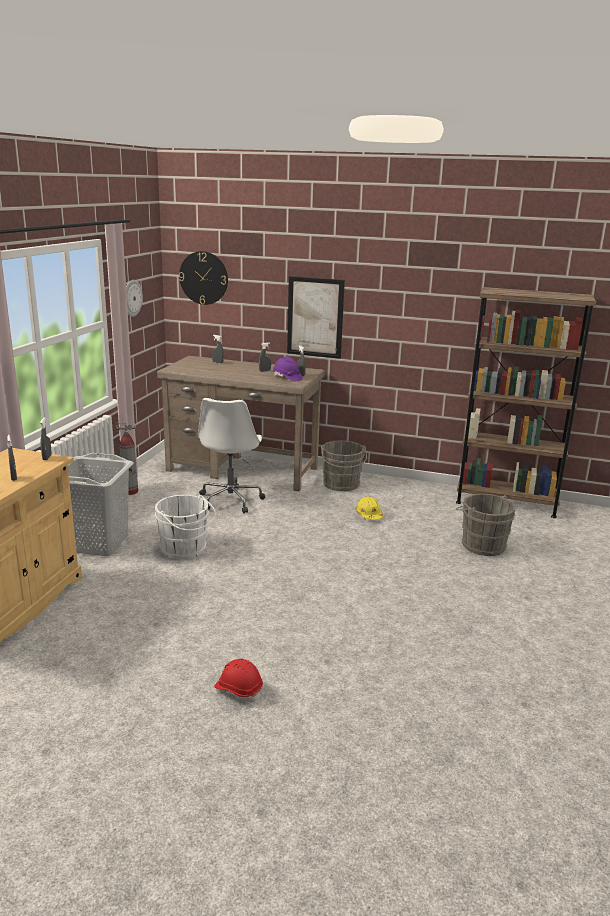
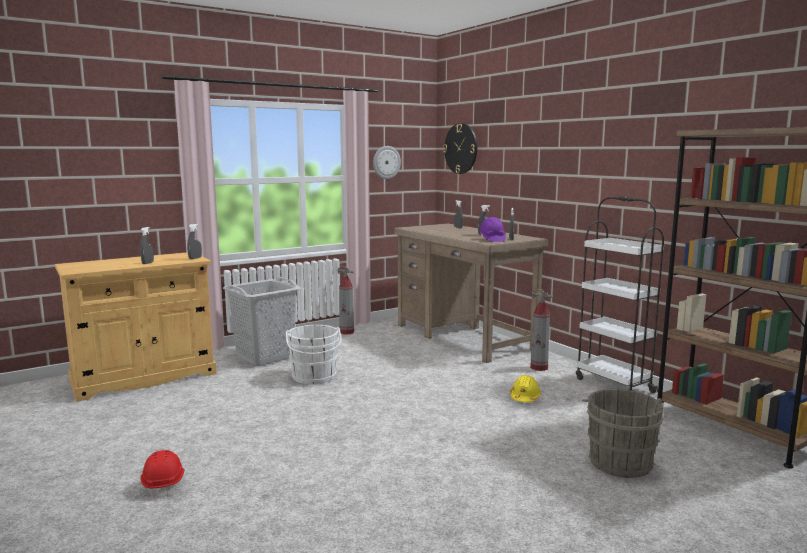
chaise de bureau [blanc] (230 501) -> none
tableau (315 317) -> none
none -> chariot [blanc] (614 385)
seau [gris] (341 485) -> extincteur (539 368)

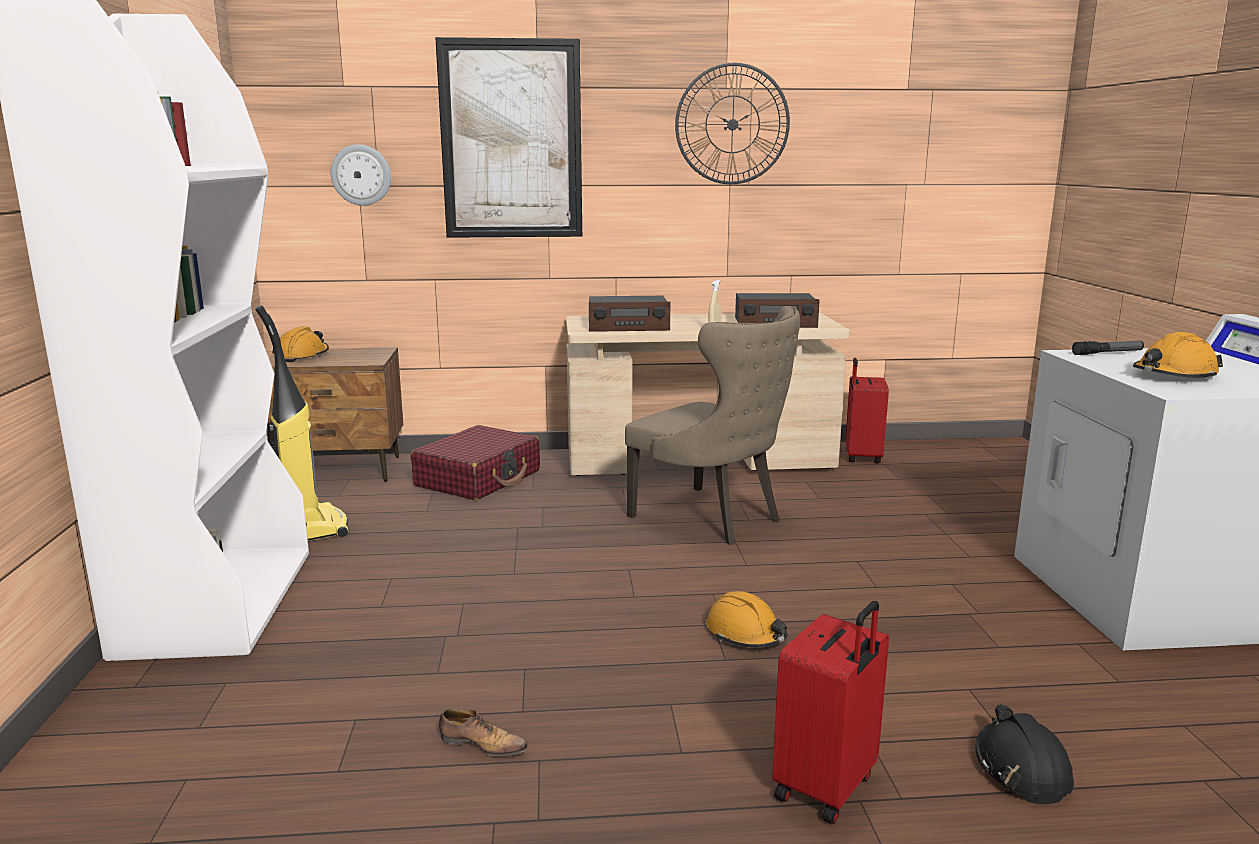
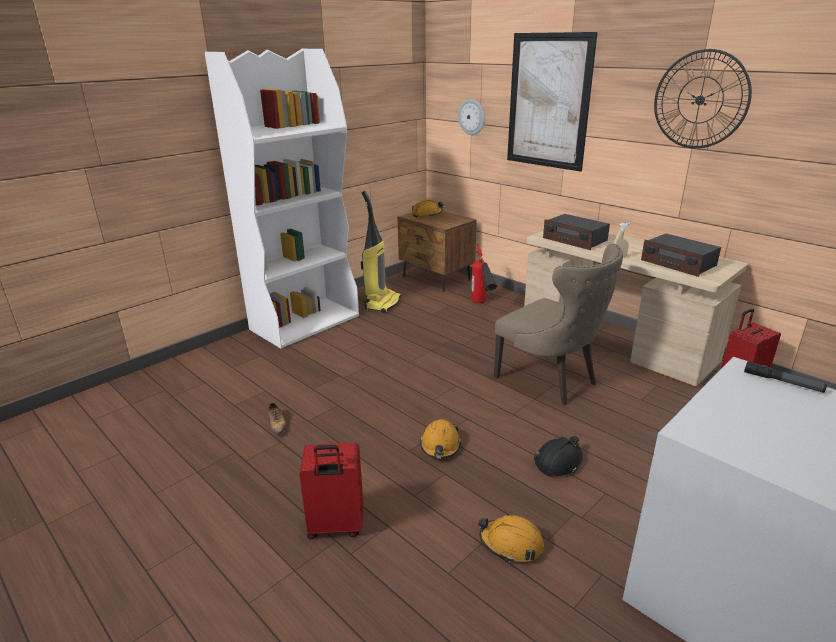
casque de chantier [noir] (1021 769) -> casque de chantier [noir] (558 462), moved
casque de chantier [orange] (1174 375) -> casque de chantier [orange] (511 544), moved
valise [rouge] (478 478) -> extincteur (482 306)
chaise [beige] (712 518) -> chaise [beige] (550 380), 45 degrees counterclockwise

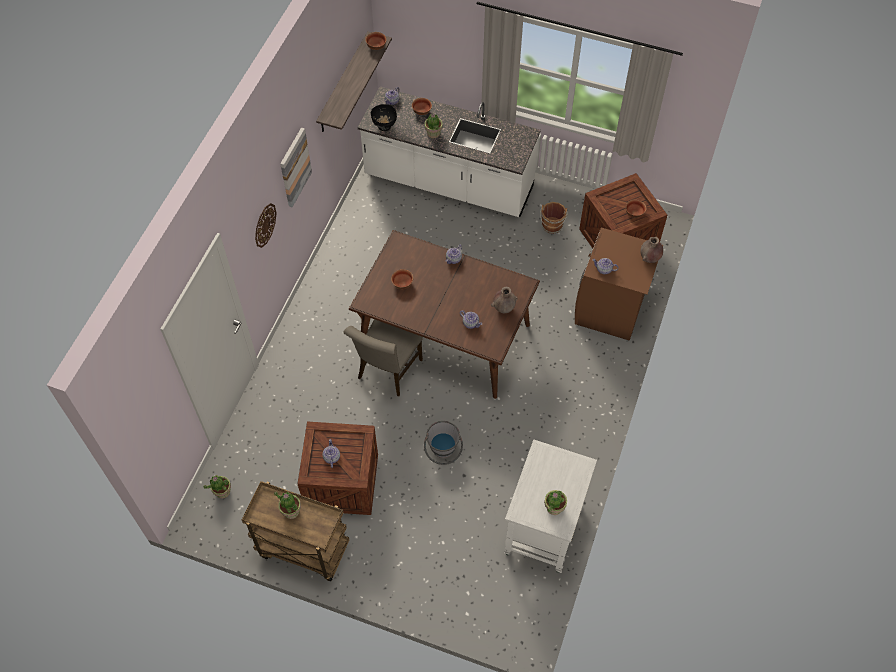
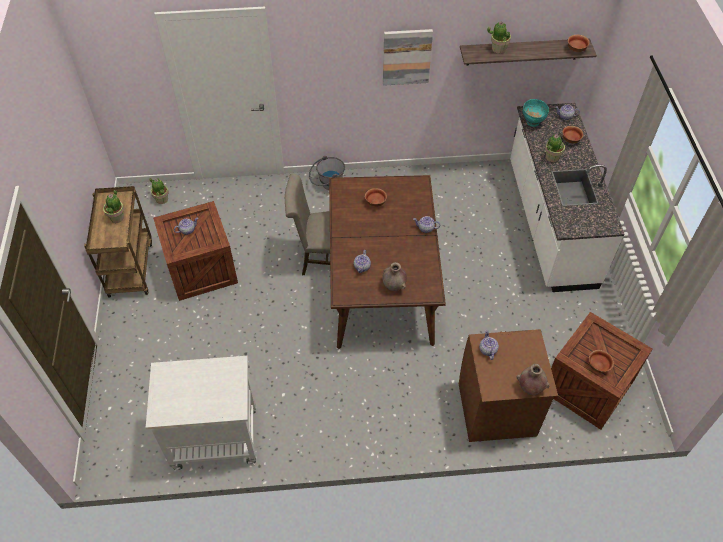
horloge murale (265 225) -> none
seau [marron] (552 226) -> none
seau [gris] (443 452) -> seau [gris] (327 185), moved
plante en pot (554 507) -> plante en pot (498 49), moved
bol [noir] (384 126) -> bol [turquoise] (532 122)

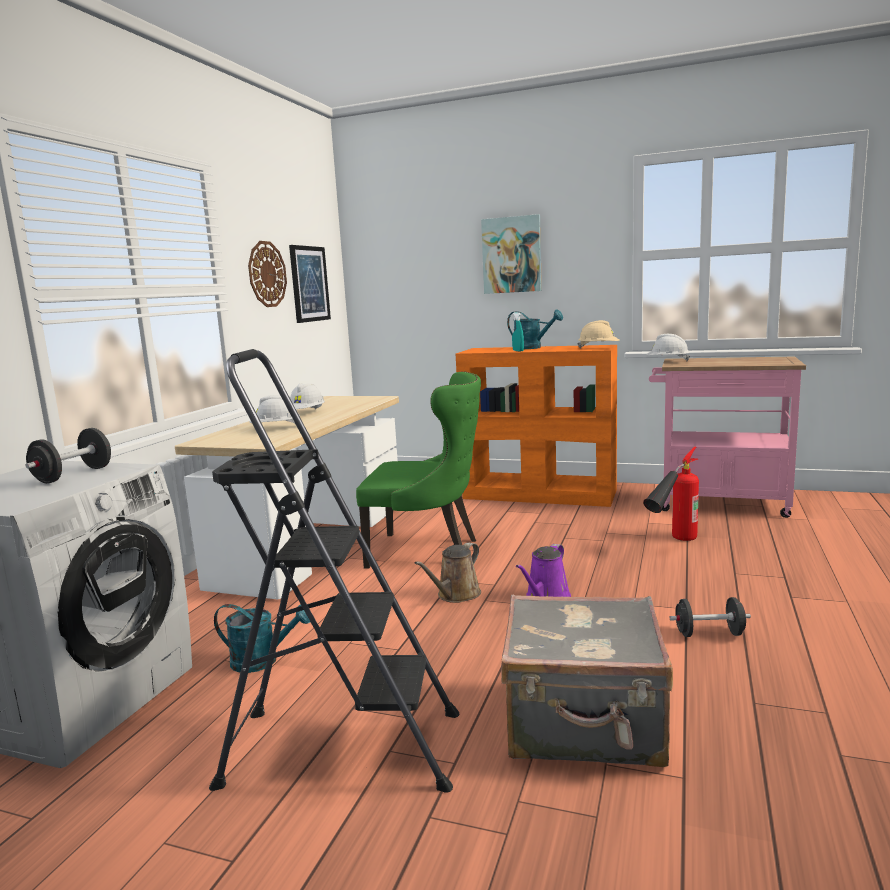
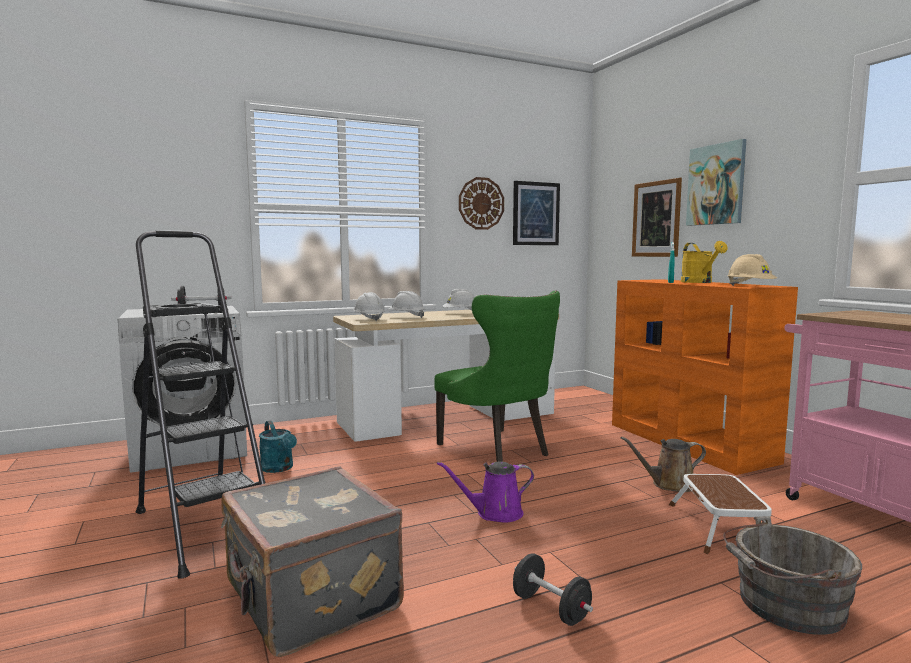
none -> tableau (656 219)
none -> seau [gris] (785 605)
arrosoir [marron] (456 595) -> arrosoir [marron] (669 485), moved
casque de chantier [blanc] (667 362) -> casque de chantier [blanc] (369 319), moved
extincteur (672 543) -> escabeau [marron] (721 528)
arrosoir [turquoise] (532 348) -> arrosoir [jaune] (699 282)

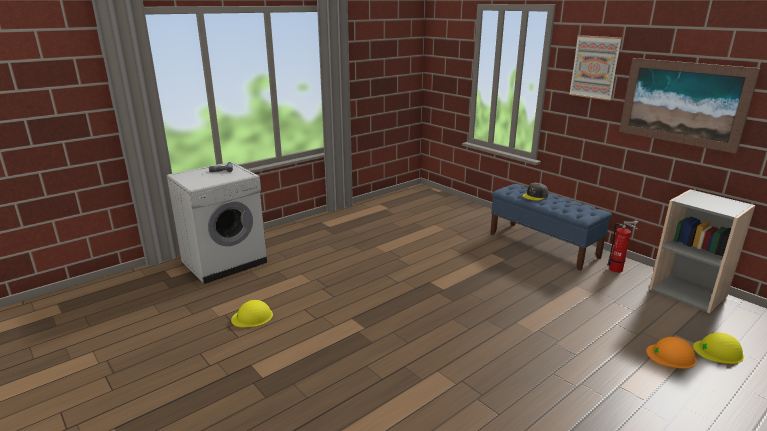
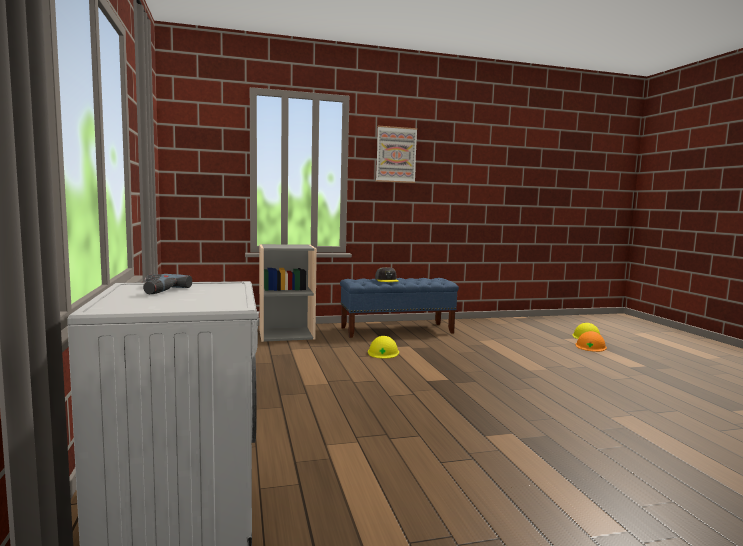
extincteur (617 270) -> none
tableau (682 103) -> none
casque de chantier [jaune] (252 317) -> casque de chantier [jaune] (383 352), moved
bibliothèque [gris] (688 292) -> bibliothèque [gris] (287 334), moved

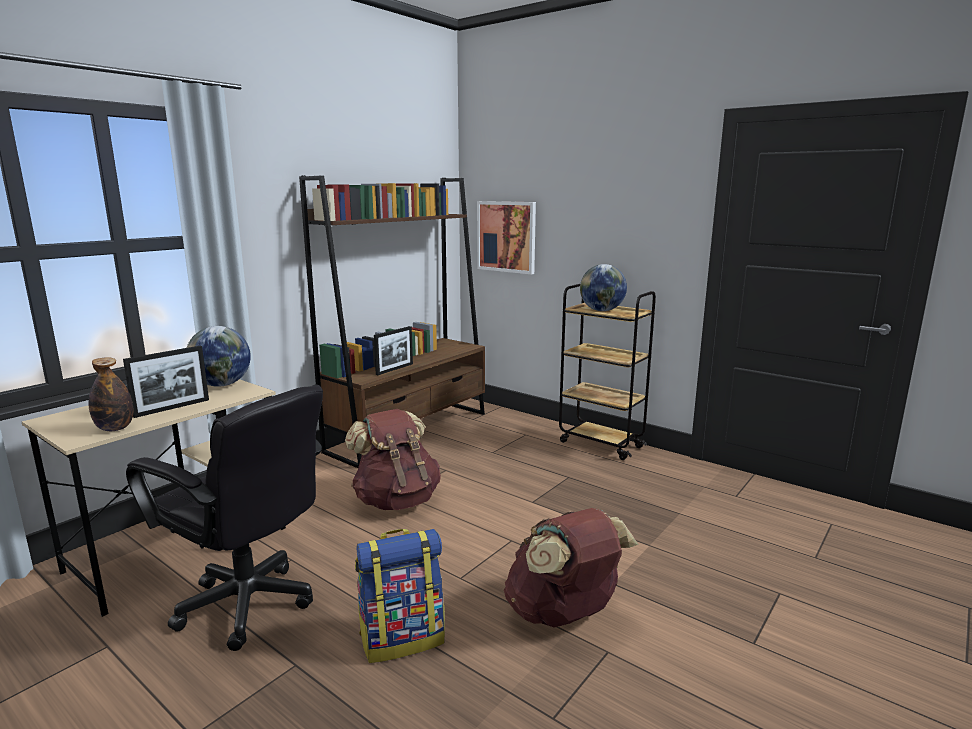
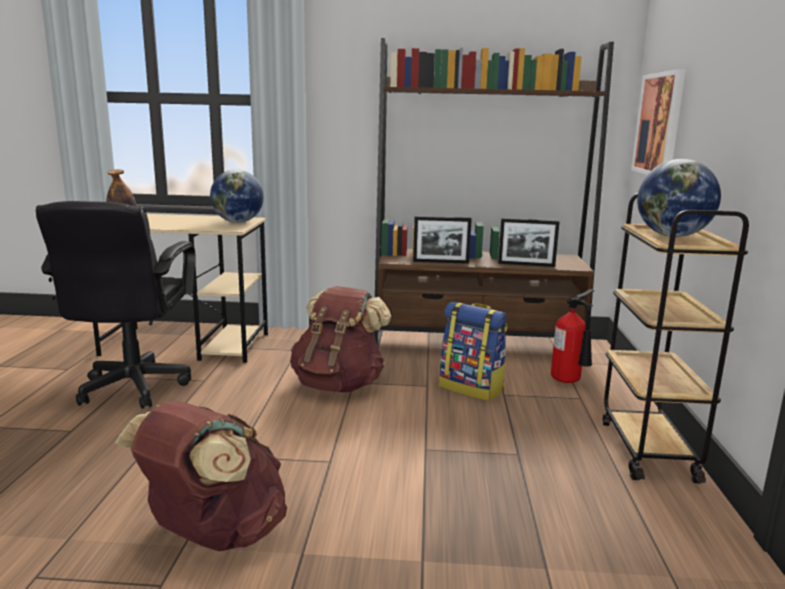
none -> extincteur (569 381)
cadre photo (172 408) -> cadre photo (526 265), moved
sac à dos (402 638) -> sac à dos (472 388), moved

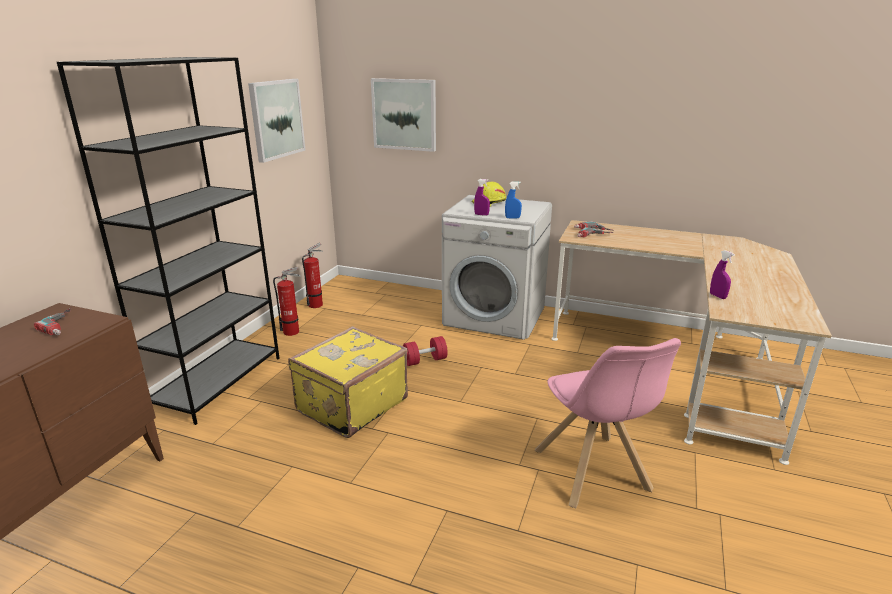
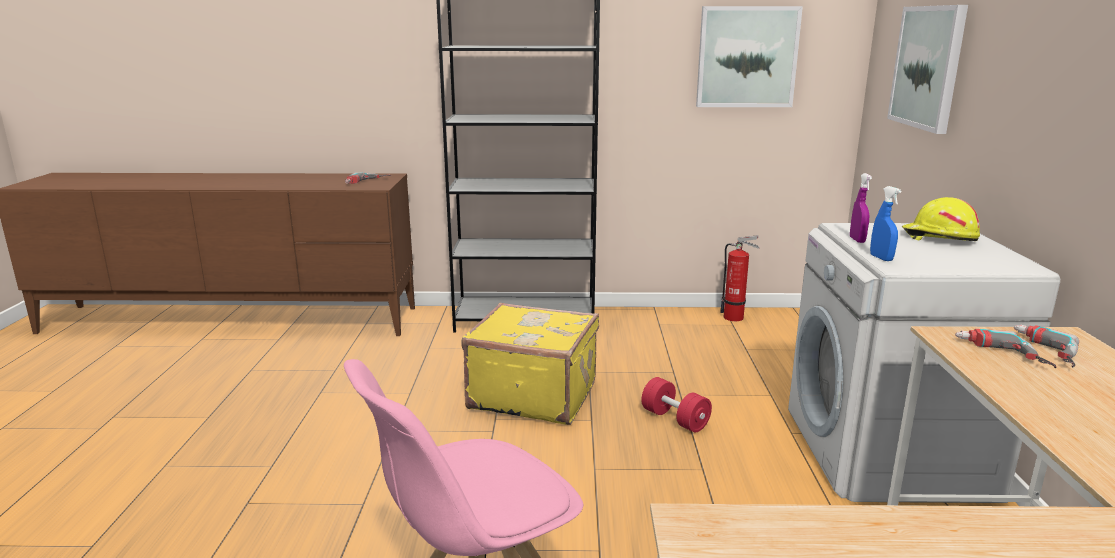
extincteur (293 331) -> none
vaporisateur [violet] (717 296) -> none

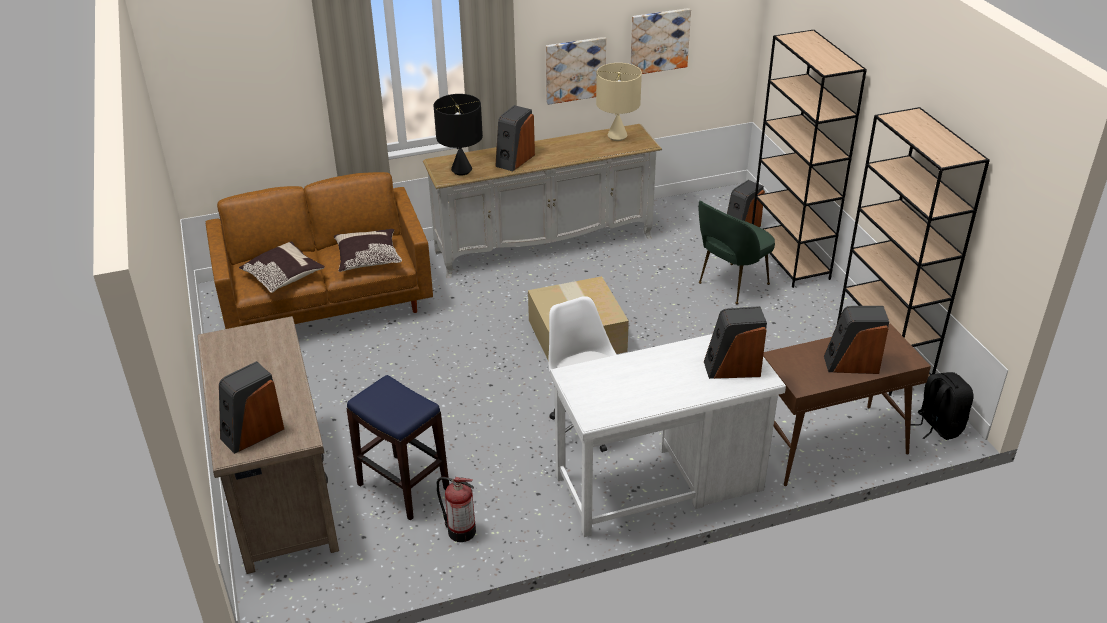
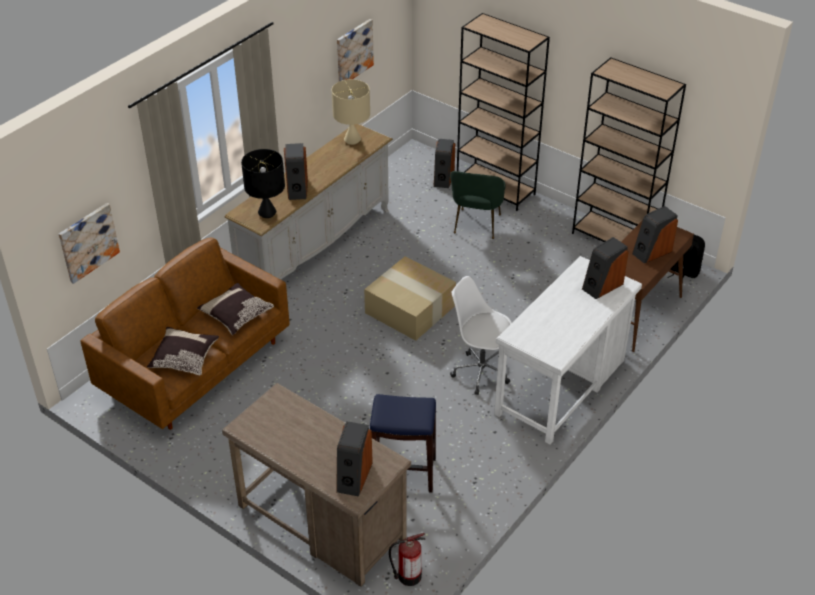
extincteur (460 530) -> extincteur (408 576), moved
tableau (575 70) -> tableau (88 242), moved

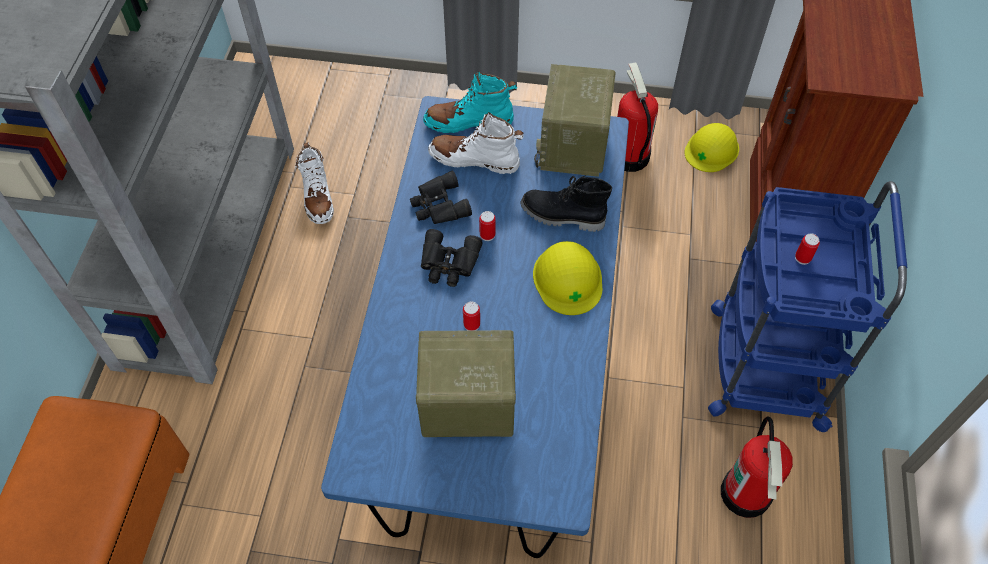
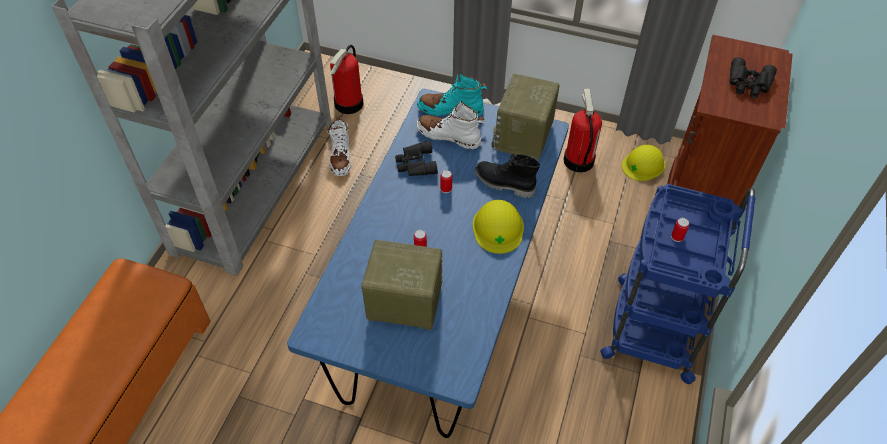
jumelles [noir] (449 263) -> jumelles [noir] (749 84), moved
extincteur (746 494) -> extincteur (349 104), moved

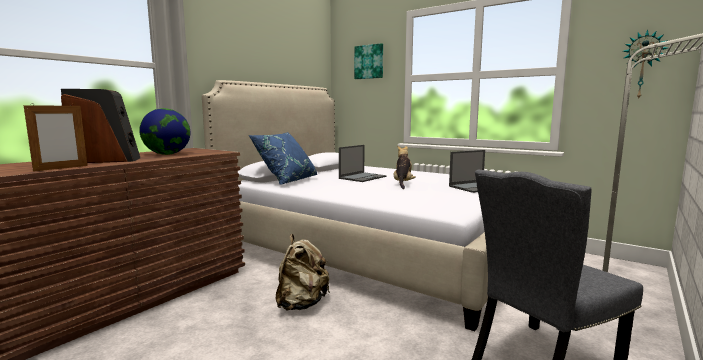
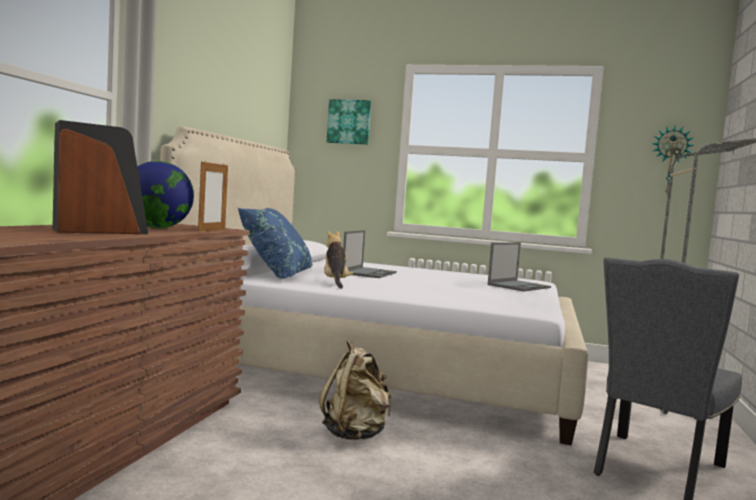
cadre photo (61 168) -> cadre photo (211 230), moved
peluche (403 184) -> peluche (335 282), moved

